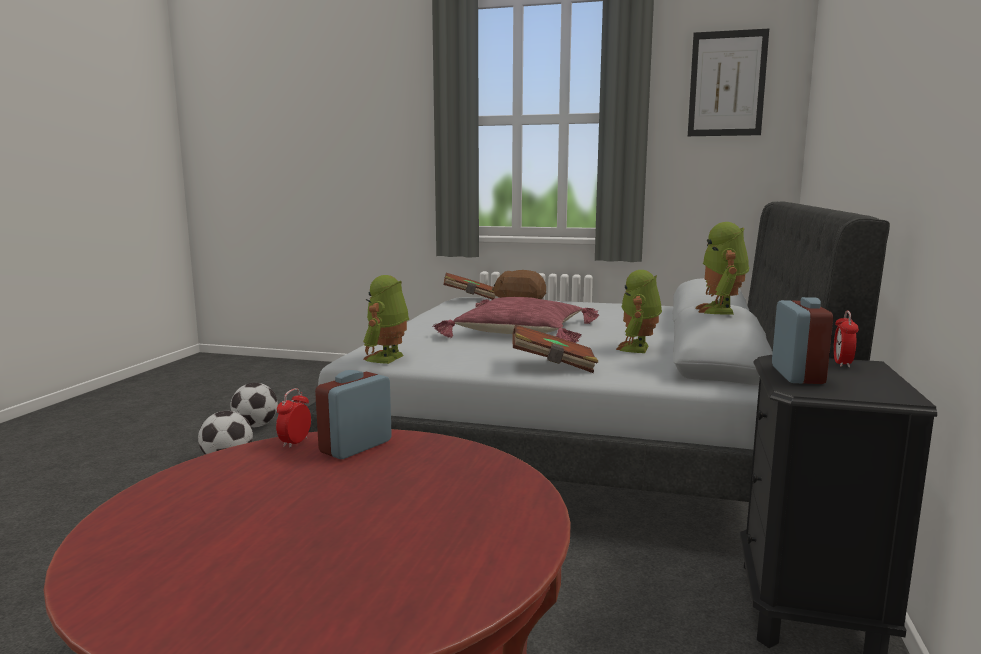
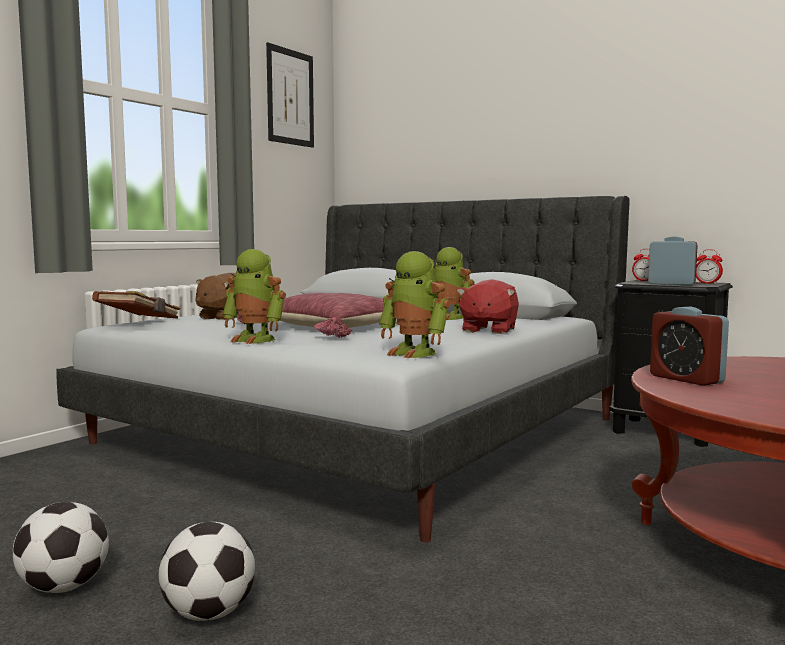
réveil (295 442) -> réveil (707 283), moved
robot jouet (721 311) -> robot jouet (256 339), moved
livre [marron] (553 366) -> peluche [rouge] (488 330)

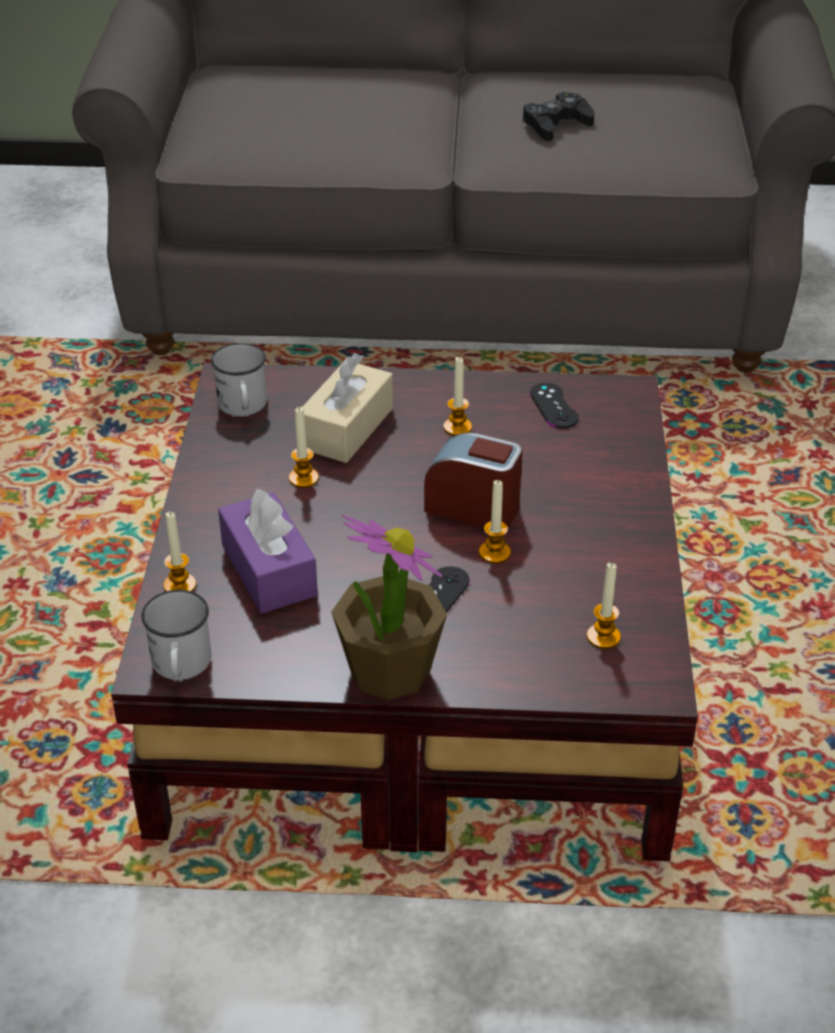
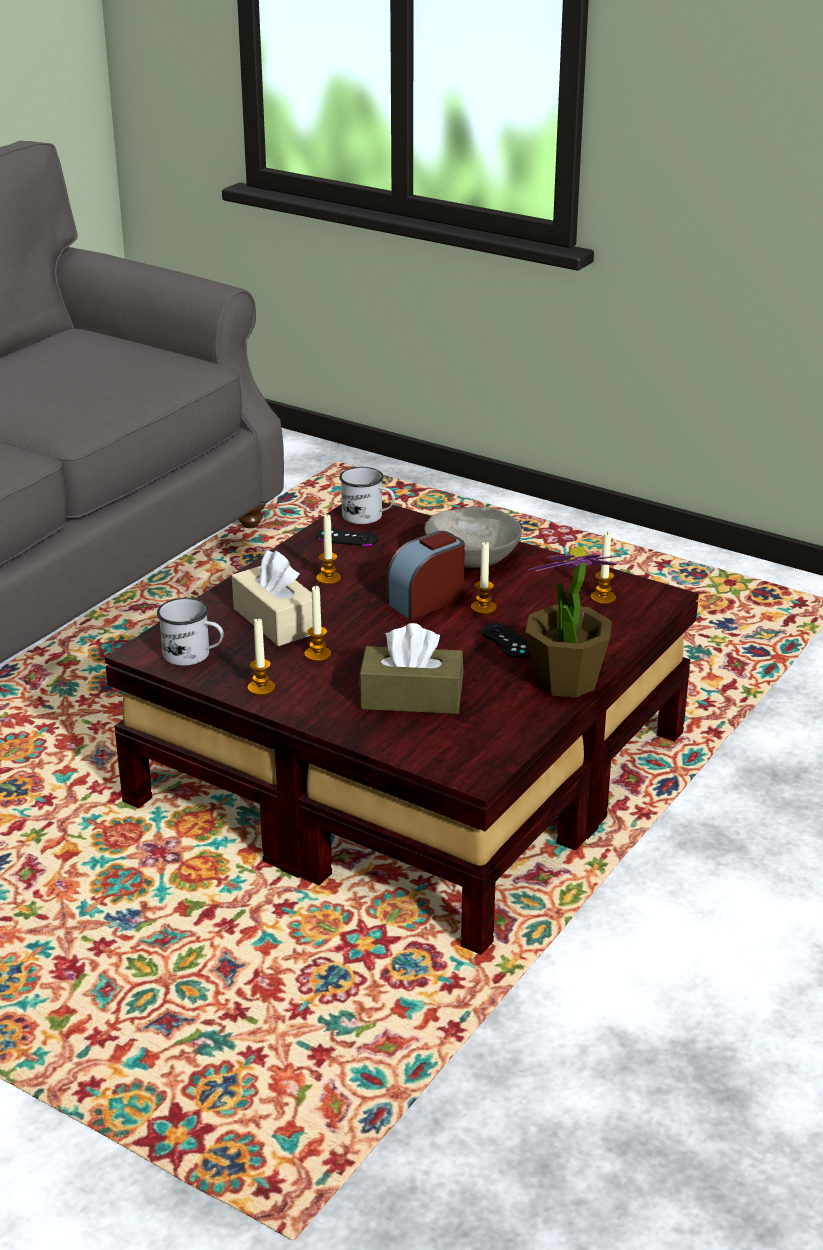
manette [noir] (556 125) -> none
none -> bol [gris] (470 559)
mug [blanc] (181 667) -> mug [blanc] (368 517), moved
bougie (180 585) -> bougie (261 688), moved
boîte à mouchoirs [violet] (269 570) -> boîte à mouchoirs [marron] (411 698)

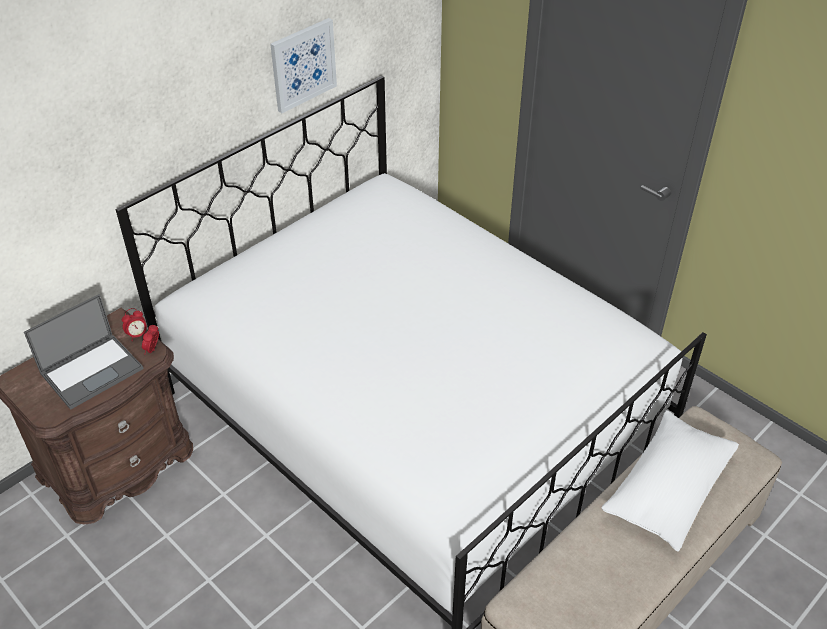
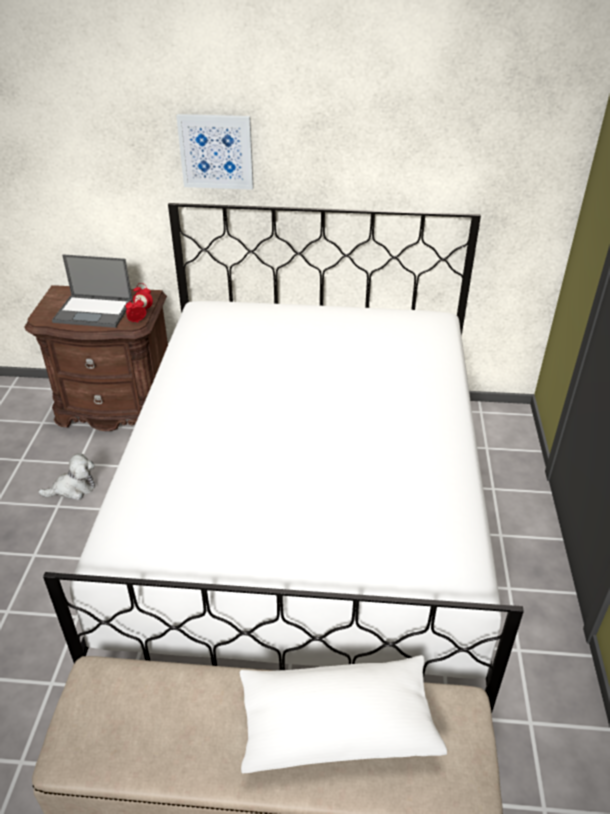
none -> peluche (73 488)
tableau (303 64) -> tableau (216 151), moved

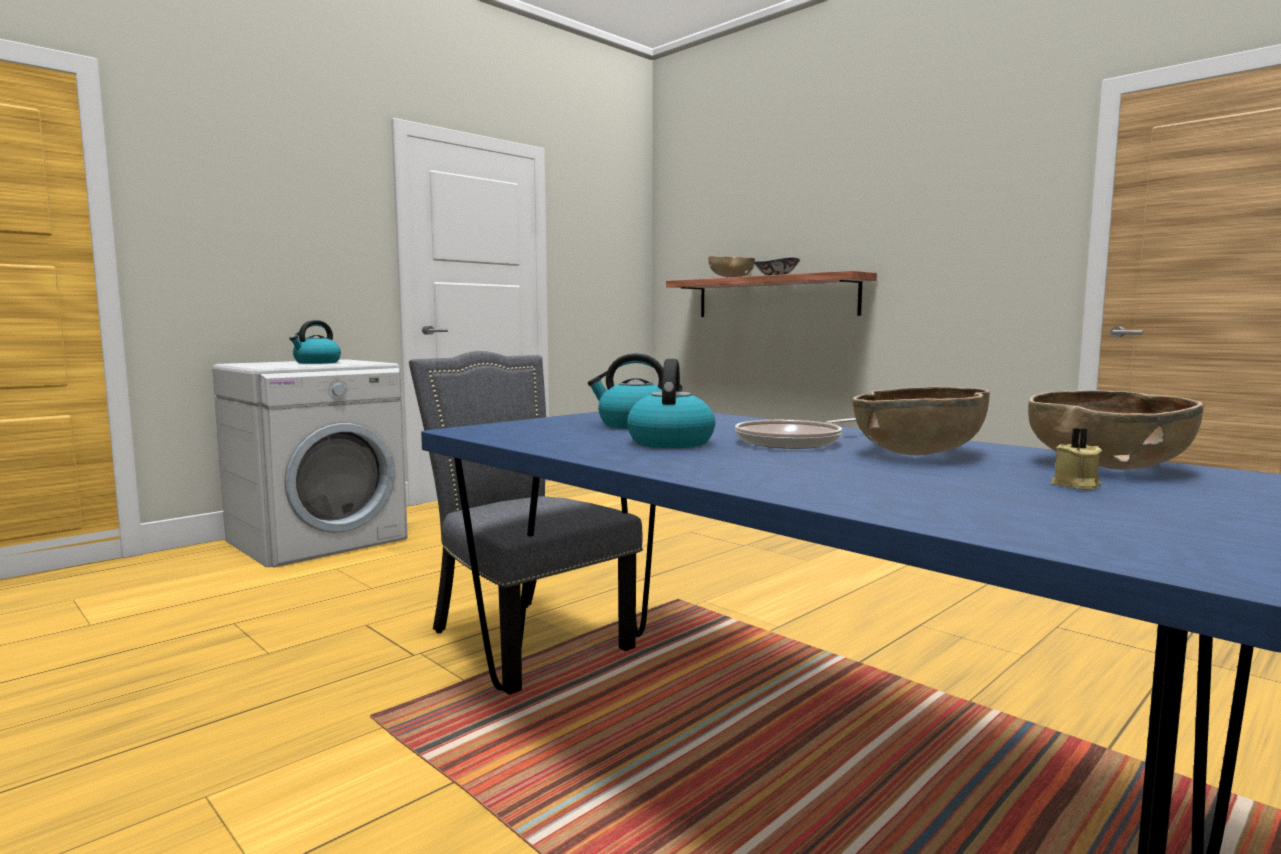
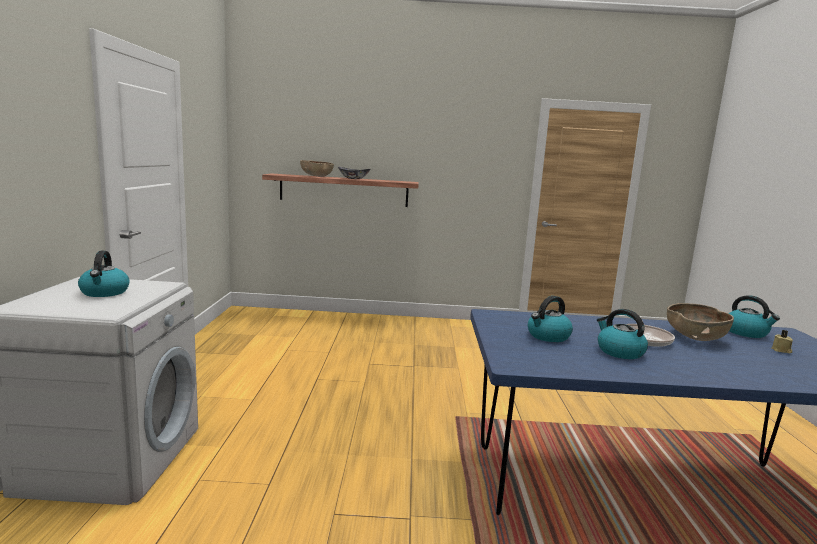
chaise [gris] (527 644) -> none
bol [marron] (1108 466) -> bouilloire (746 333)

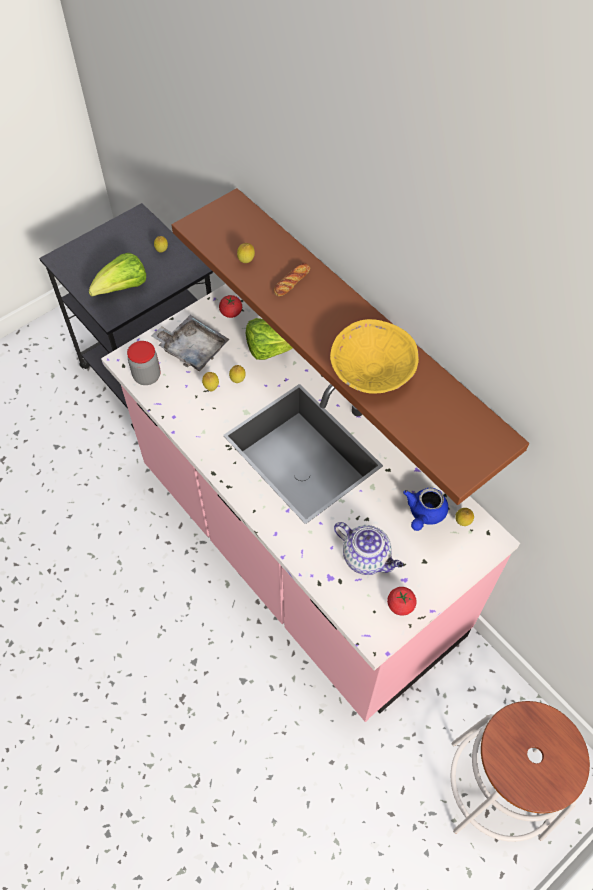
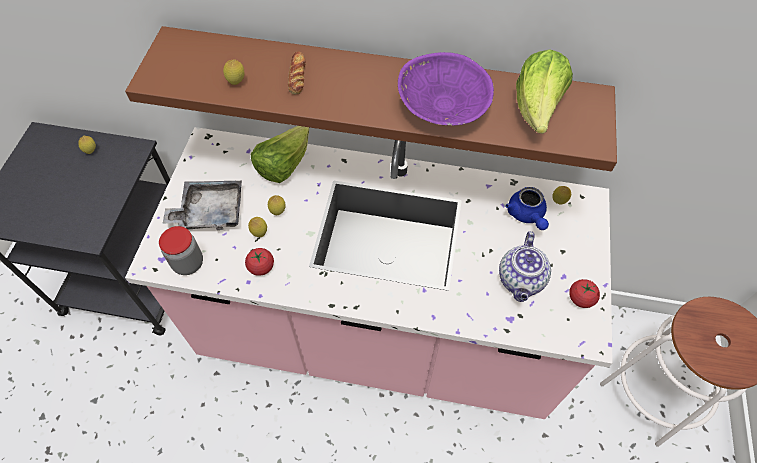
laitue (123 288) -> laitue (537 109), moved
tomate (231 312) -> tomate (261 267), moved
bol [jaune] (372 371) -> bol [violet] (443 107)
théière (367 558) -> théière (521 281), 105 degrees clockwise

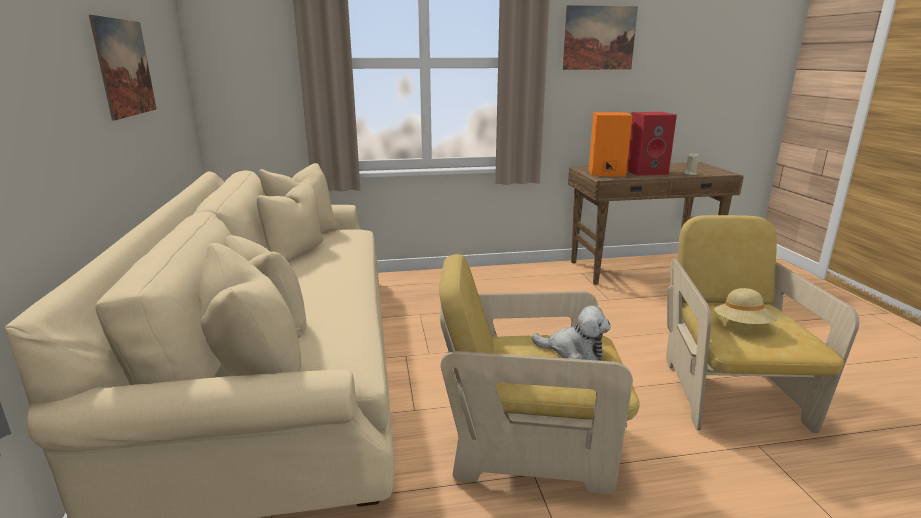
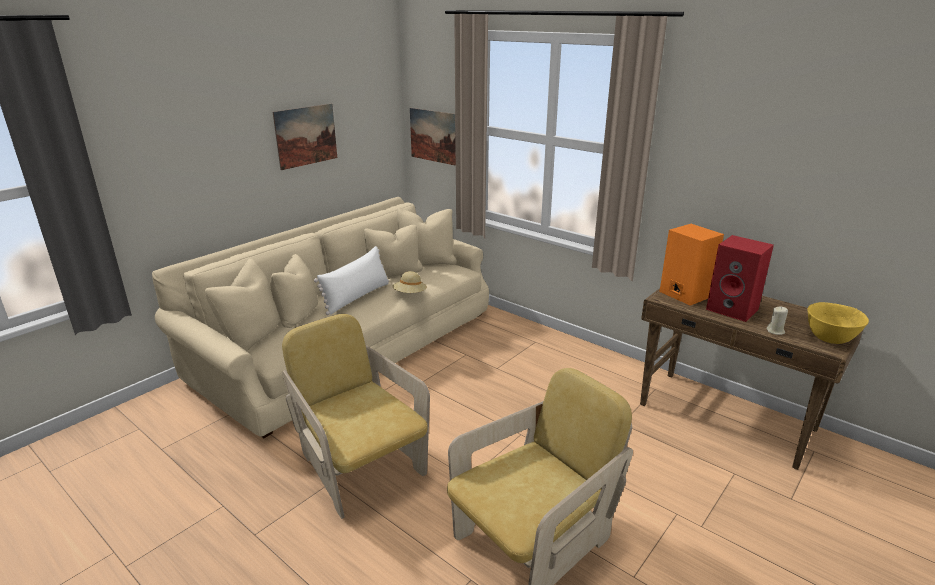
peluche (573 351) -> none
none -> coussin [blanc] (357 297)
none -> bol [jaune] (830 338)
tableau (599 38) -> tableau (433 136), moved
chapeau [beige] (742 326) -> chapeau [beige] (410 294), moved

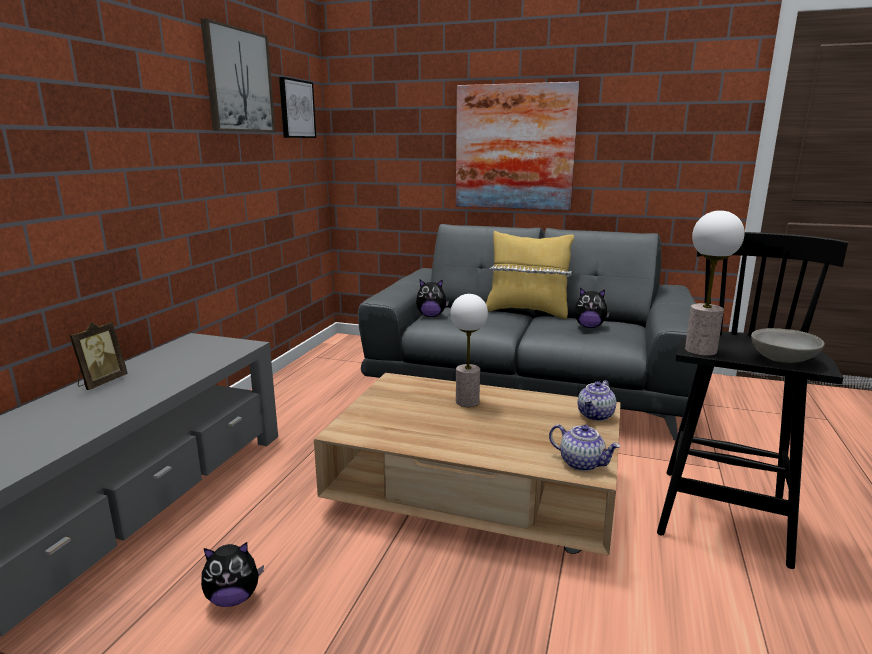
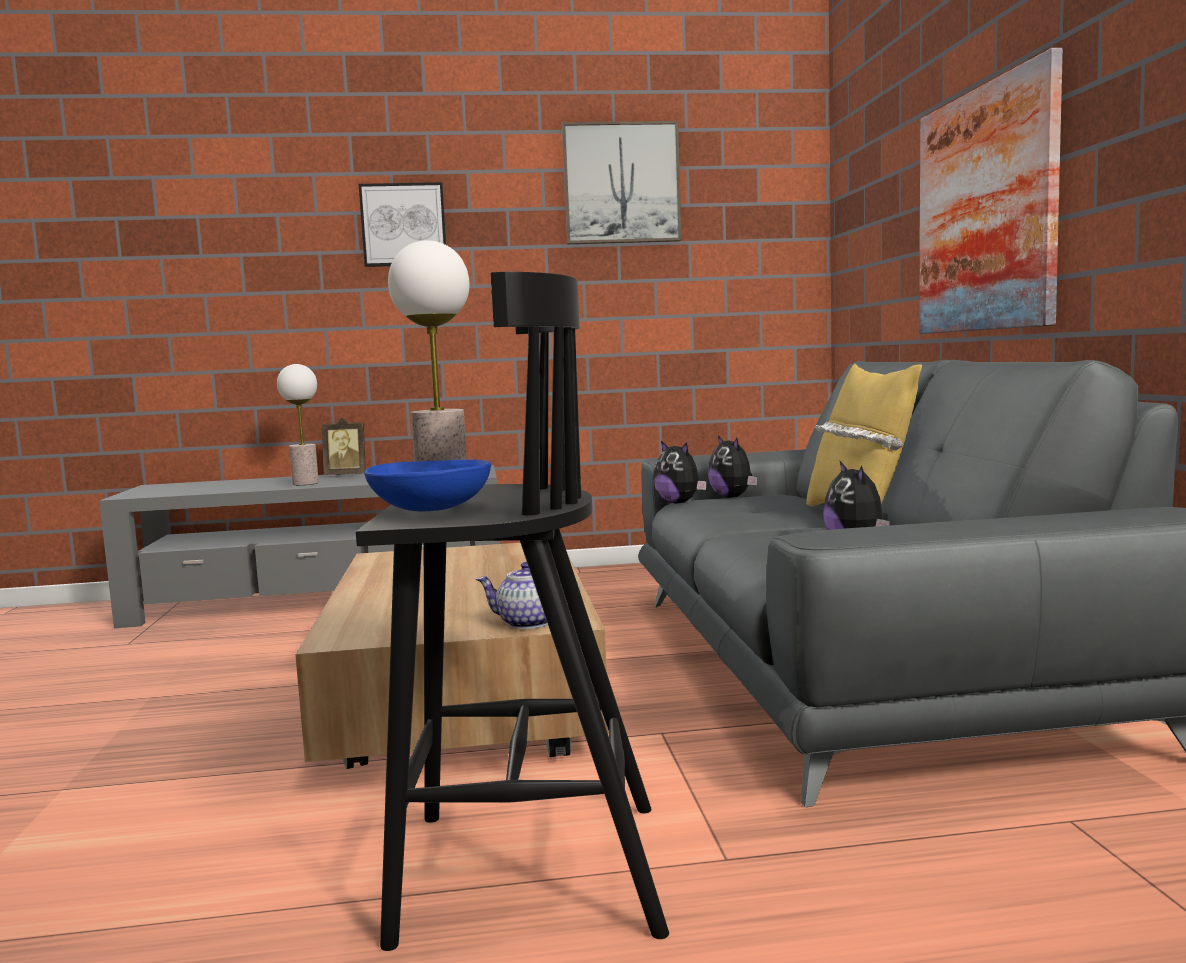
théière (582 463) -> none
peluche (233 598) -> peluche (679 503), moved
tableau (296 109) -> tableau (403 225), moved
lampe de table (467 402) -> lampe de table (305 483), moved
bol [gris] (783 360) -> bol [bleu] (429 511)

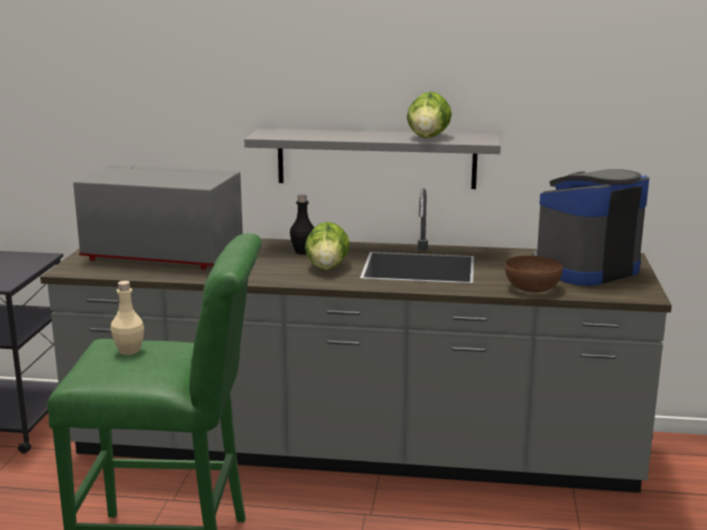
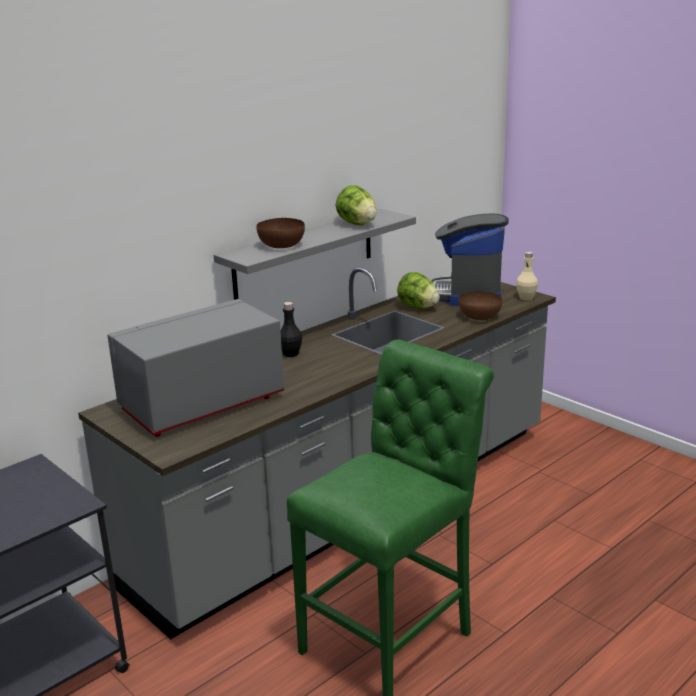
none -> bol [marron] (281 245)
bouteille [beige] (129 351) -> bouteille [beige] (526 298), moved
laitue (327 267) -> laitue (417 307), moved

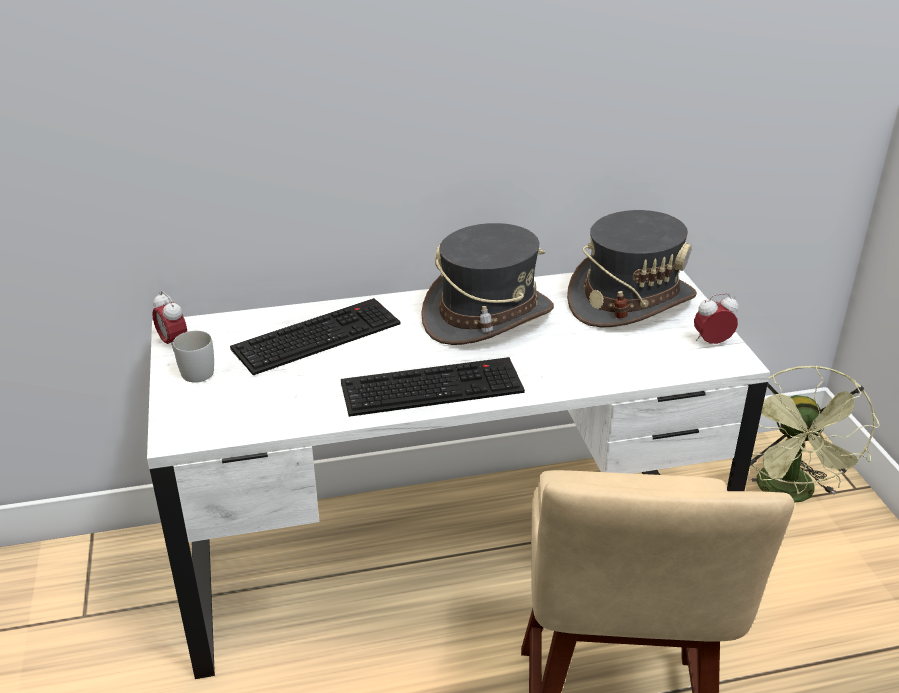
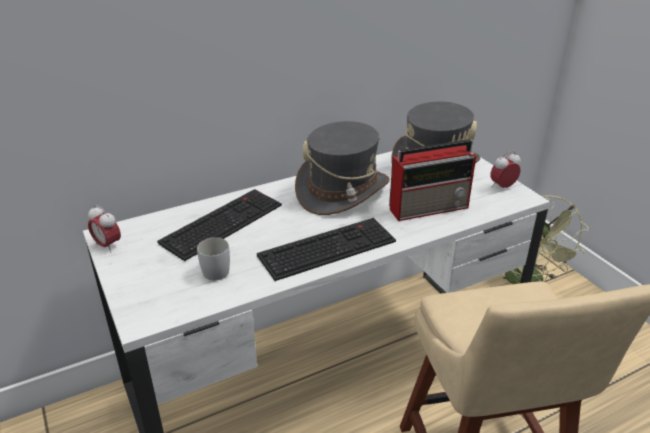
none -> radio (430 207)
mug [blanc] (199 369) -> mug [blanc] (215 269), moved

